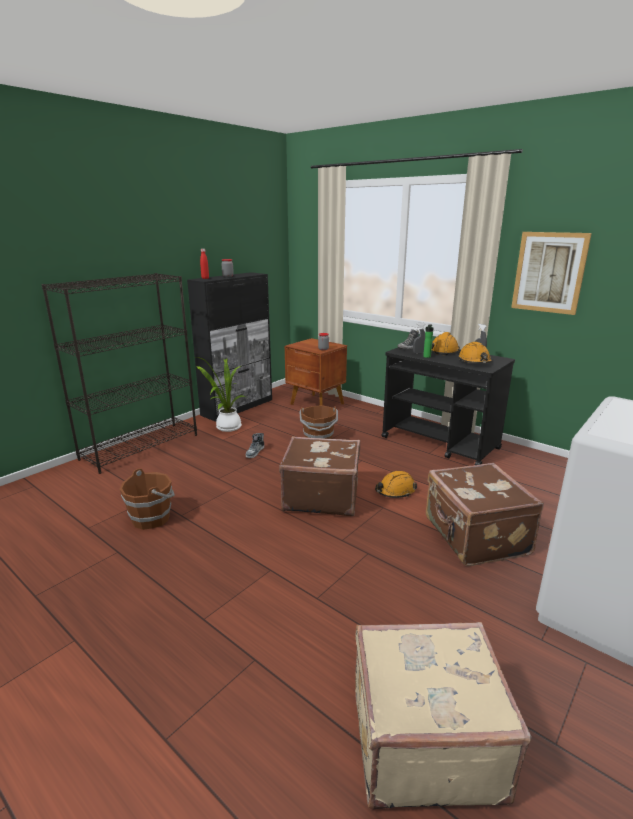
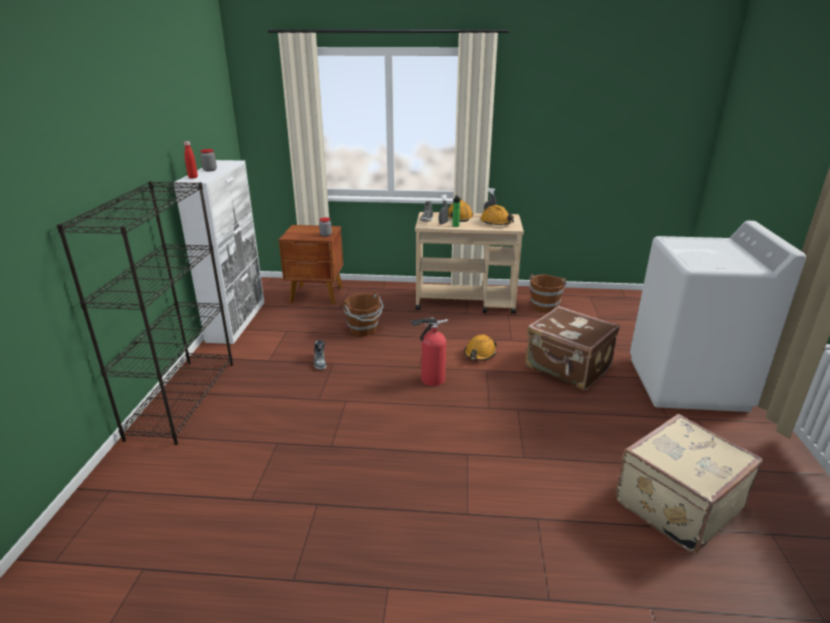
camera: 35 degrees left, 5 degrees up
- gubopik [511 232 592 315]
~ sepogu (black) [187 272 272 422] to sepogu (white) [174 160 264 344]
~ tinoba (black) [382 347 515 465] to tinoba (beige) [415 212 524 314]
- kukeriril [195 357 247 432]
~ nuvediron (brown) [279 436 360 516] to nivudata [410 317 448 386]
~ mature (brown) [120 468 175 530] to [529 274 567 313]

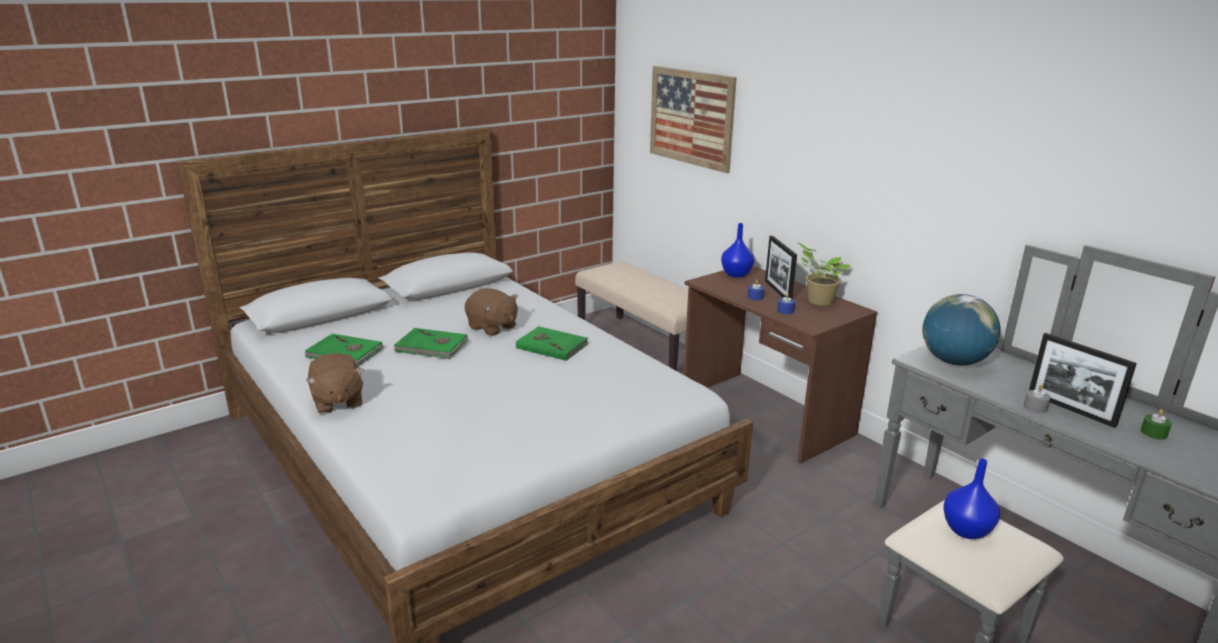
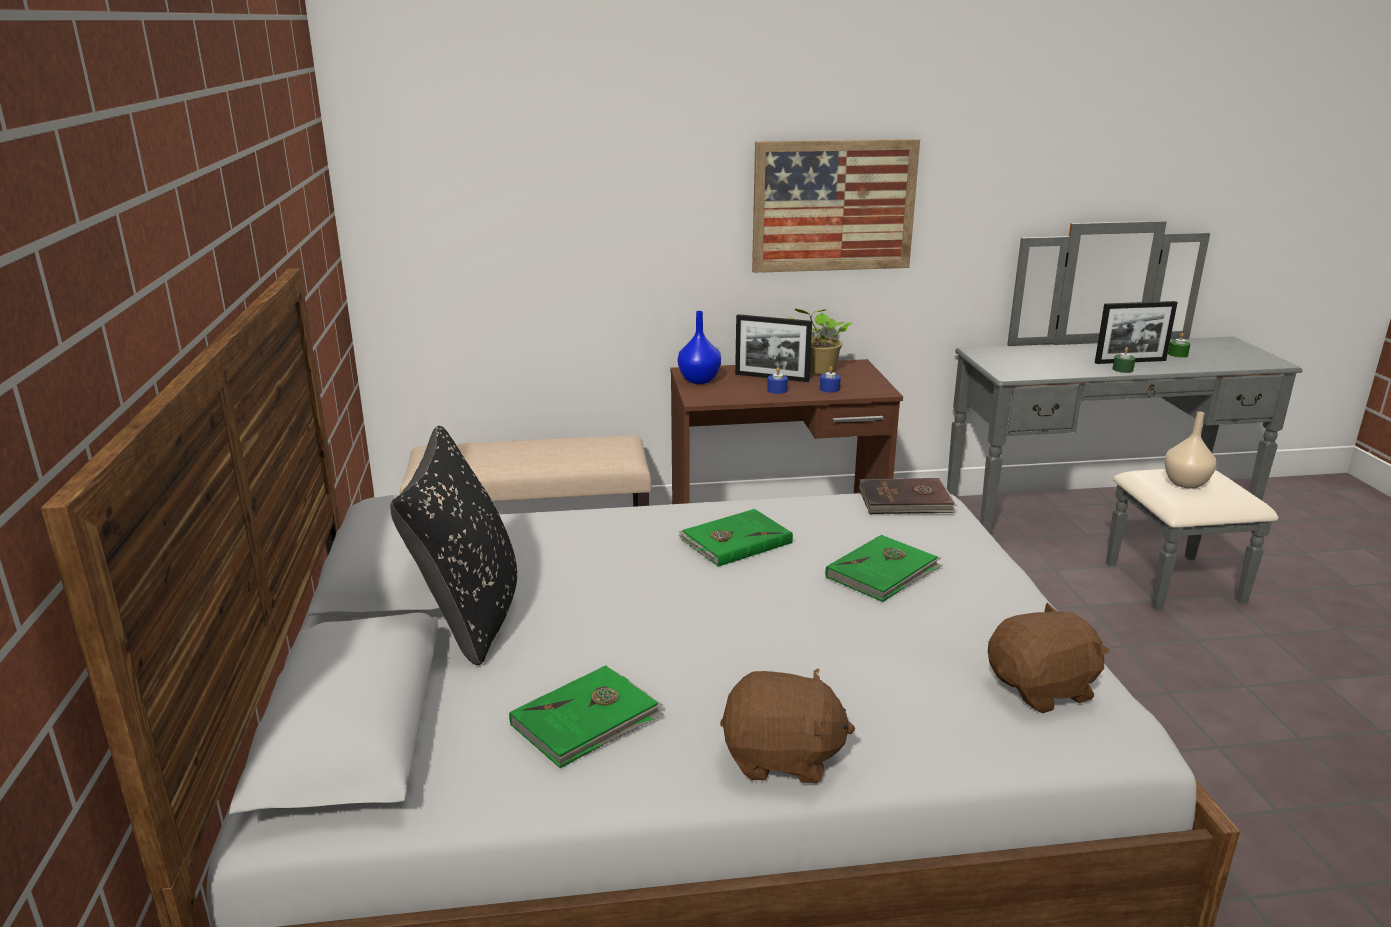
camera: 60 degrees left, 0 degrees up
~ gubopik [650 66 737 173] to [752 139 920 273]
~ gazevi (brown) [465 288 518 336] to [988 602 1109 714]
- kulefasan [922 294 1000 365]
~ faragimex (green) [394 328 468 359] to [825 535 943 602]
~ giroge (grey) [1023 385 1051 413] to giroge (green) [1112 347 1136 373]
~ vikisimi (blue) [943 458 1000 539] to vikisimi (beige) [1164 412 1216 489]
+ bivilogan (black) [390 426 517 665]
+ faragimex (brown) [859 478 957 514]

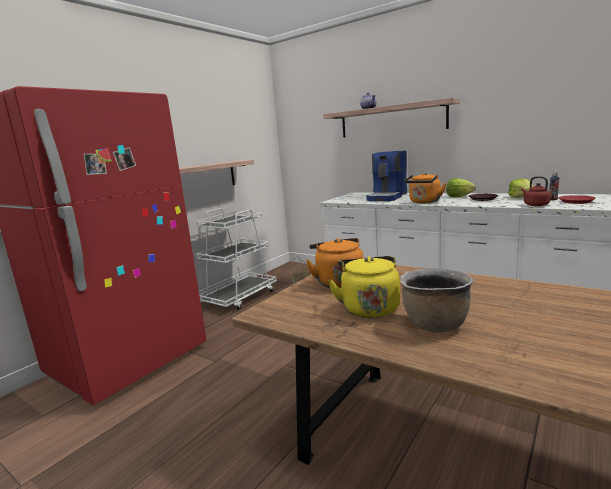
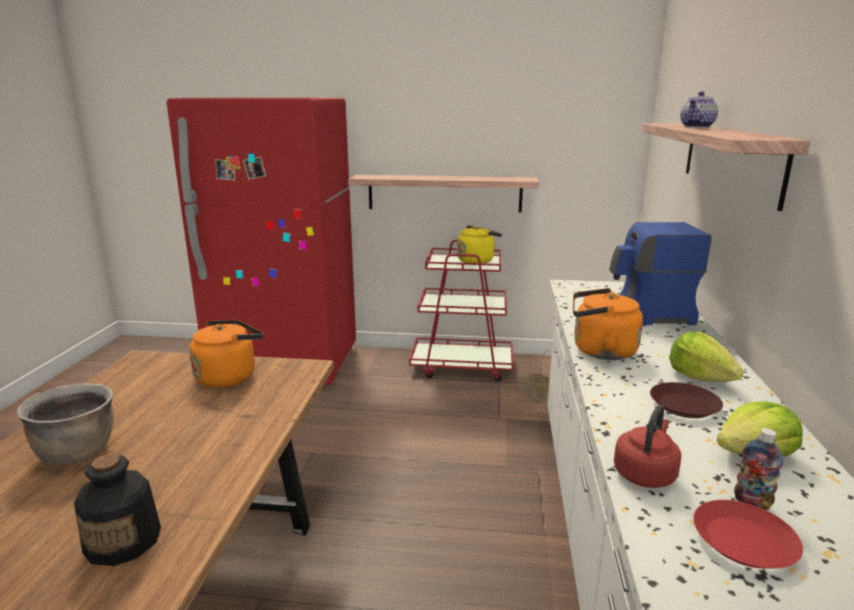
camera: 60 degrees right, 5 degrees up
~ tinoba (white) [196 208 277 310] to tinoba (red) [409 240 514 382]
~ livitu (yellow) [328 256 400 318] to [457 226 502 263]
+ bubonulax [74 454 161 566]

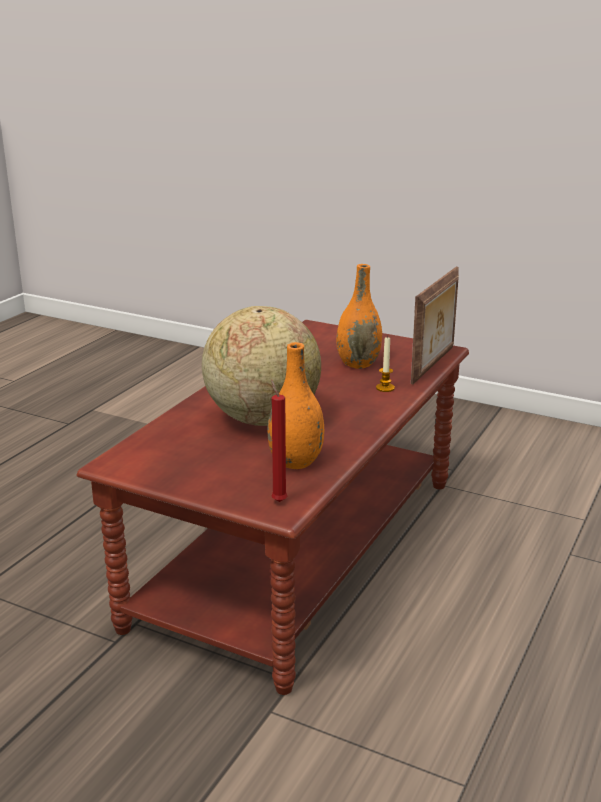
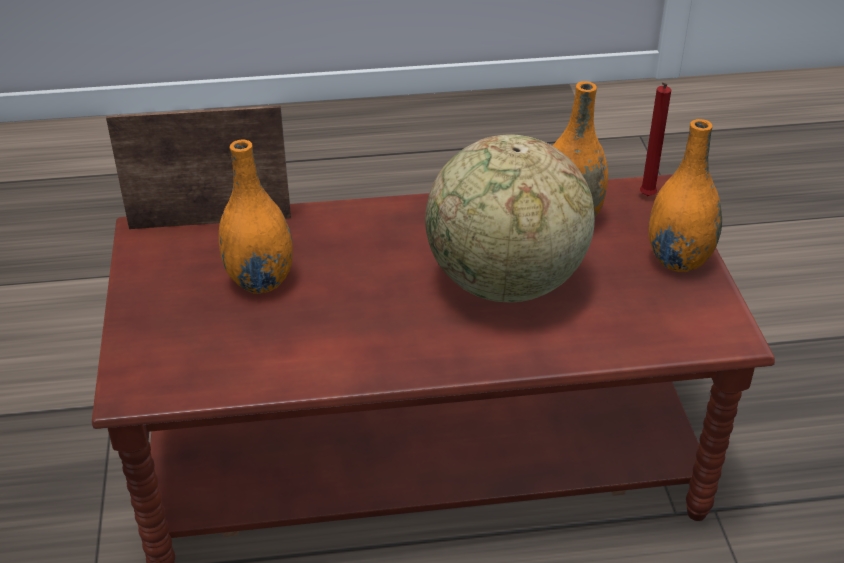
camera: 125 degrees left, 15 degrees up
- giroge [376 336 395 392]
+ vikisimi (orange) [649 119 722 272]

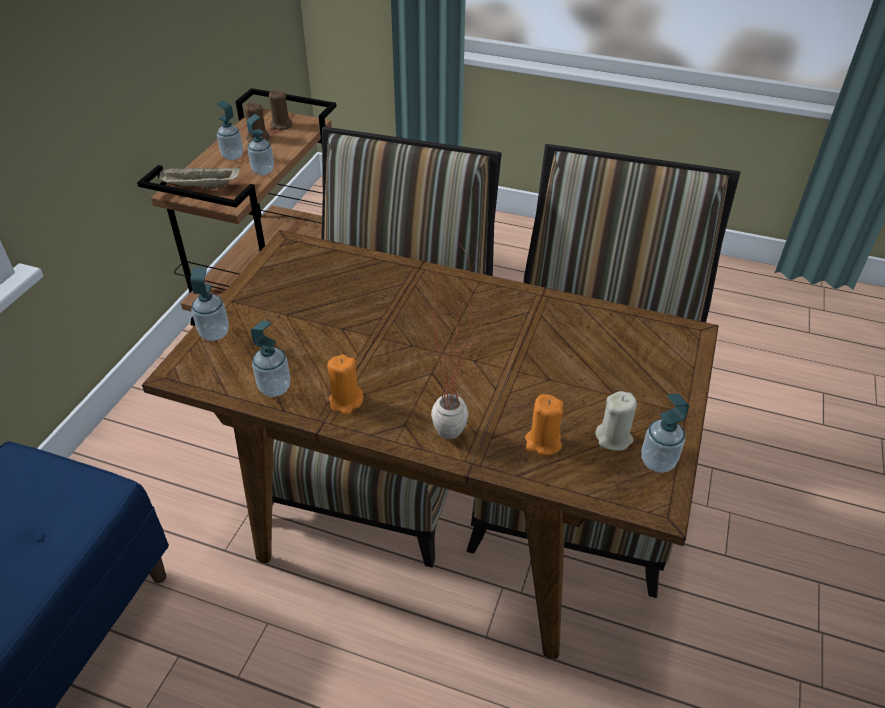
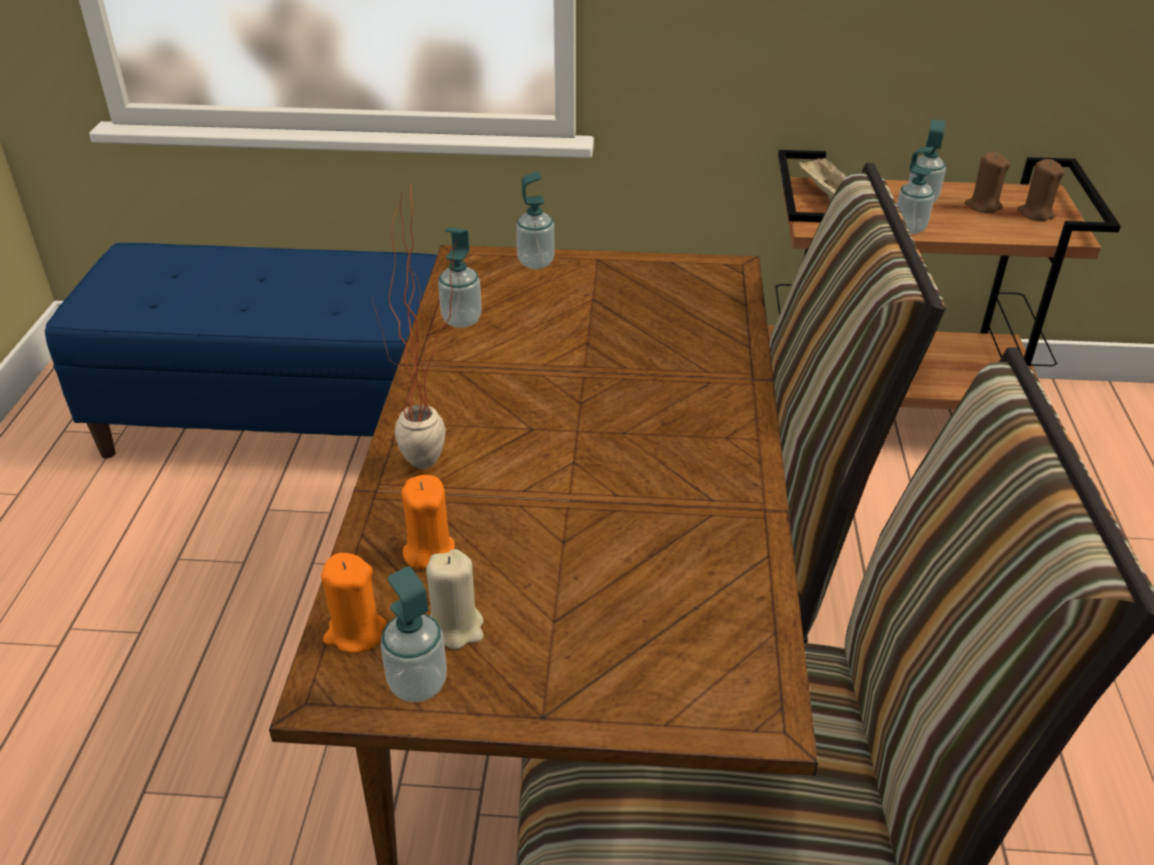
camera: 75 degrees right, 5 degrees down
~ giroge (orange) [327 354 364 415] to [321 553 386 653]

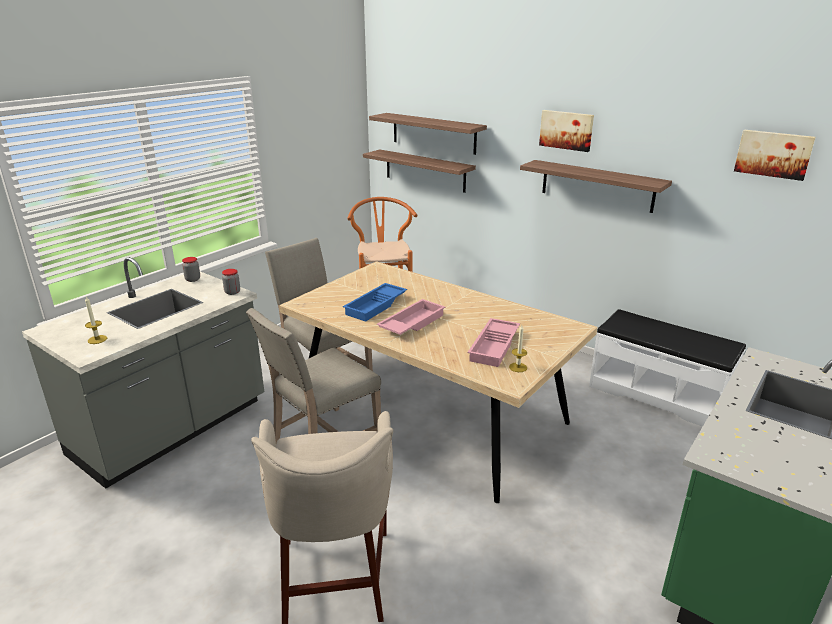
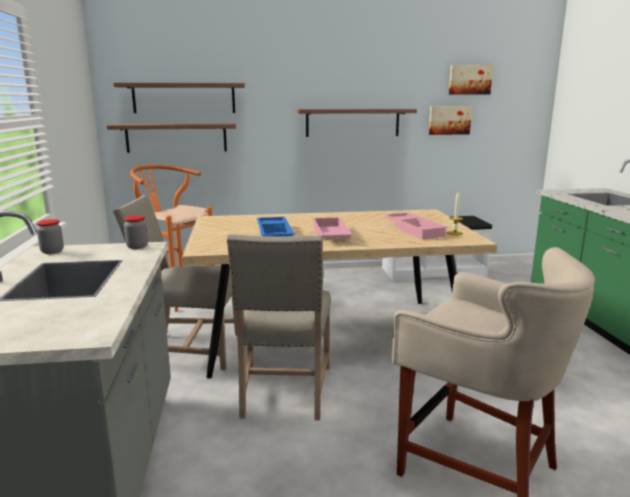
camera: 45 degrees left, 10 degrees down
~ gubopik [539 110 594 152] to [429 106 472 135]
- giroge [85 297 107 344]

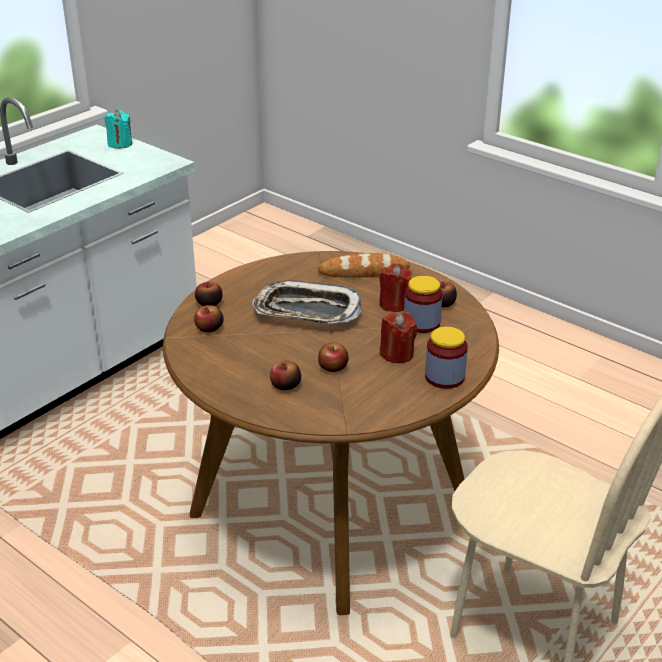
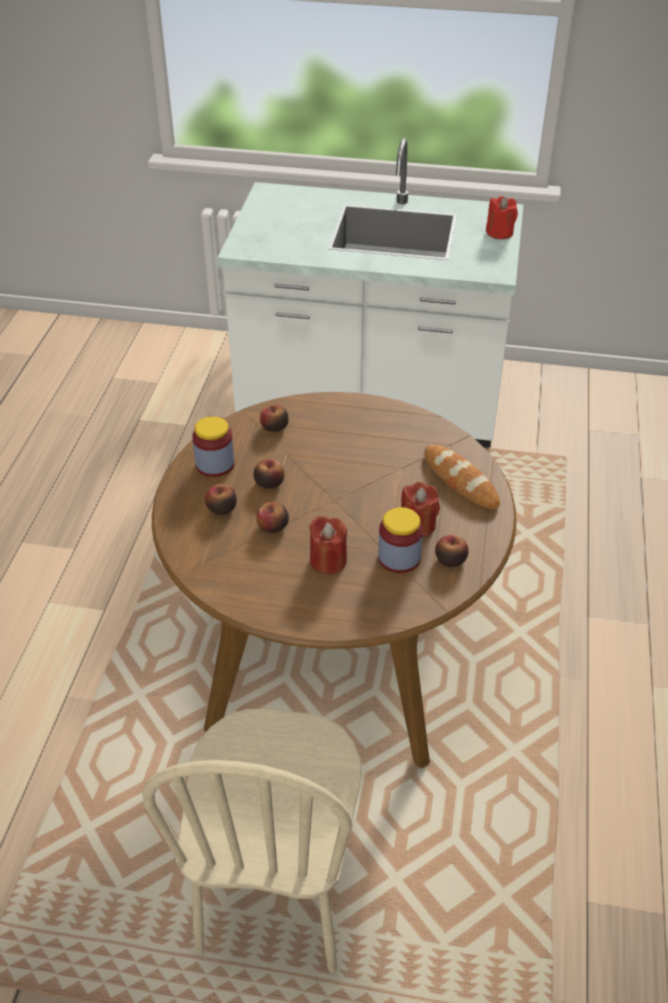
camera: 60 degrees right, 10 degrees up
~ giroge (turquoise) [105 110 132 149] to giroge (red) [486 196 518 239]
- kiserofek [252 280 361 324]
~ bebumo [195 281 223 306] to [253 459 285 489]
~ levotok [425 327 468 389] to [192 416 235 477]

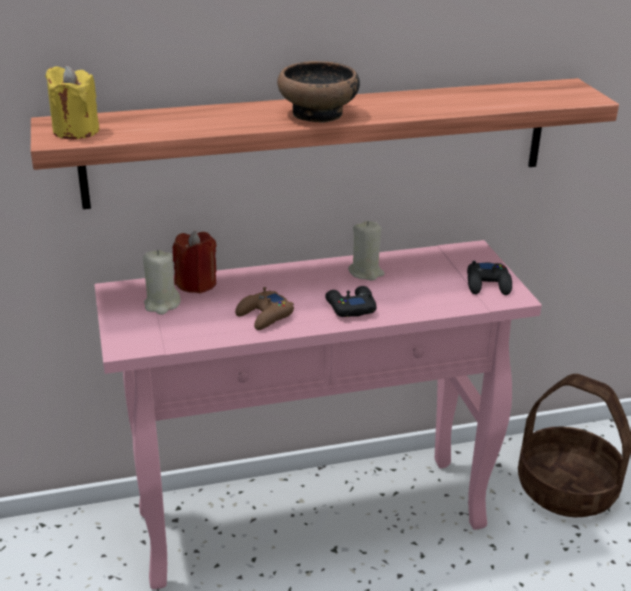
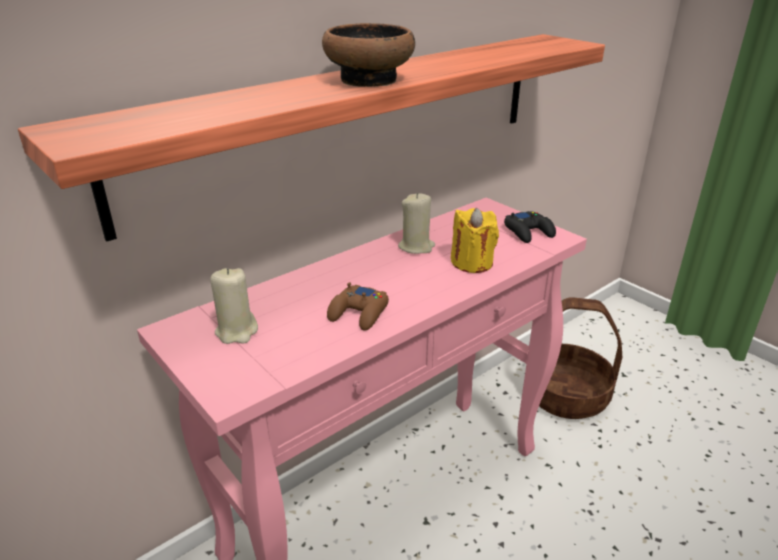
camera: 25 degrees left, 0 degrees up
~ giroge (yellow) [45 65 99 140] to [451 208 499 273]
- giroge (red) [173 231 216 293]
- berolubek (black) [325 286 376 317]

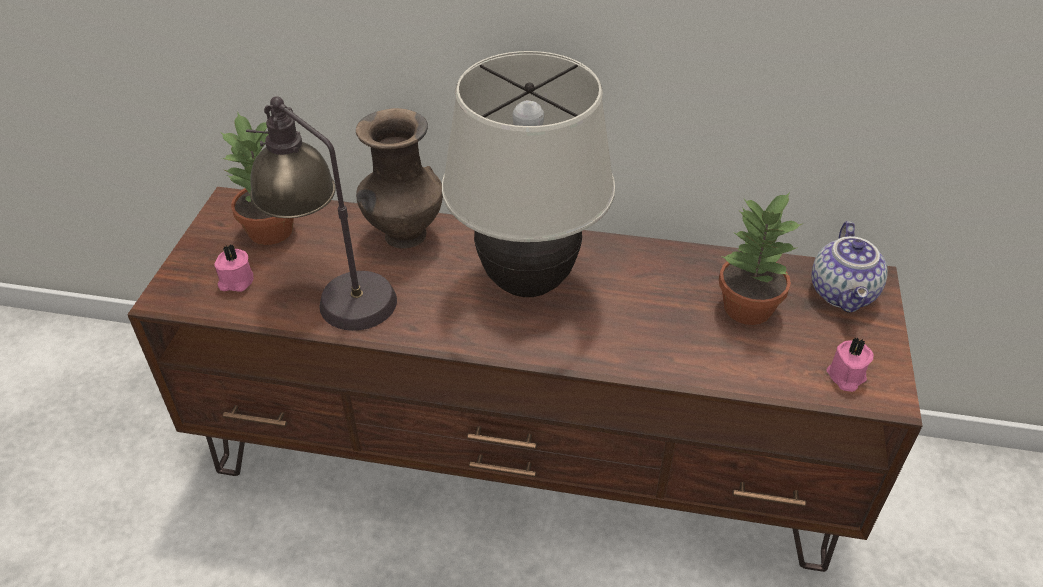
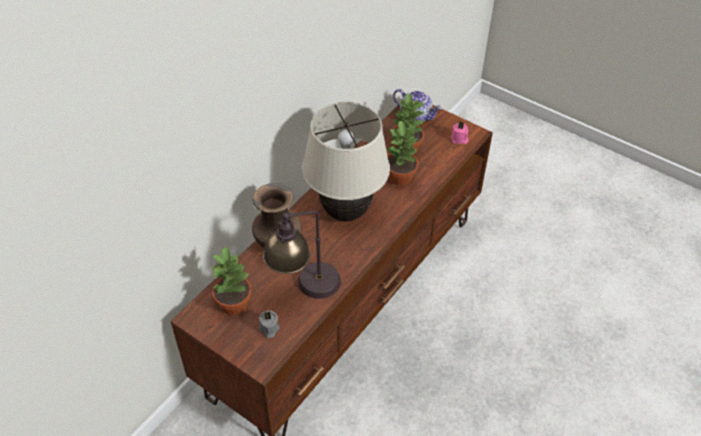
camera: 65 degrees left, 5 degrees up
~ giroge (pink) [214 244 254 292] to giroge (grey) [259 311 280 338]
+ kukeriril [387 120 418 186]

